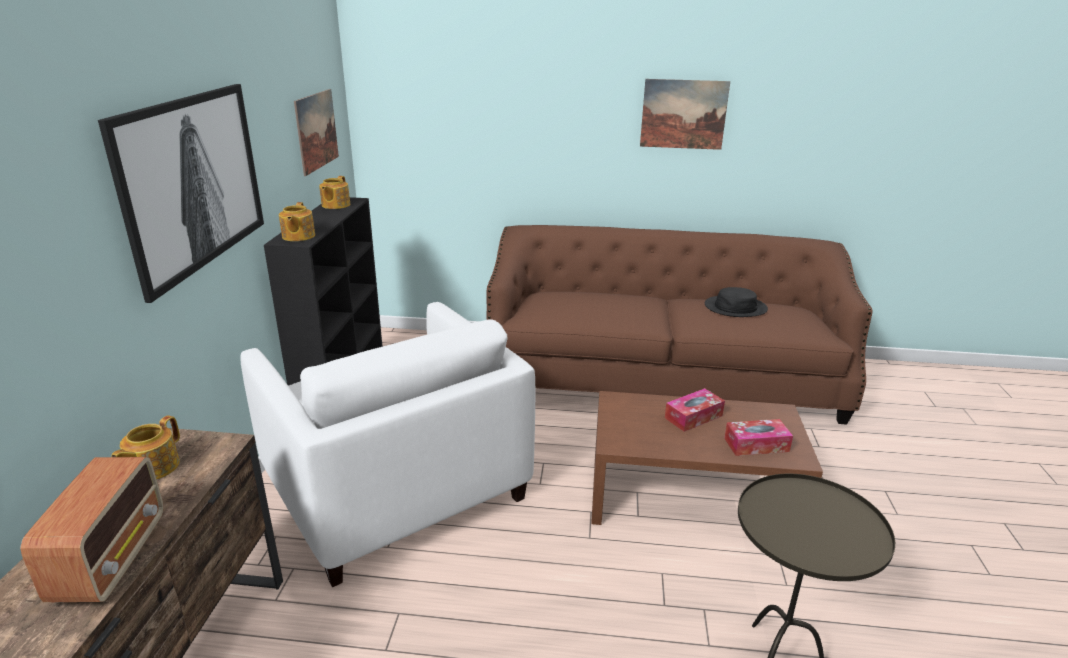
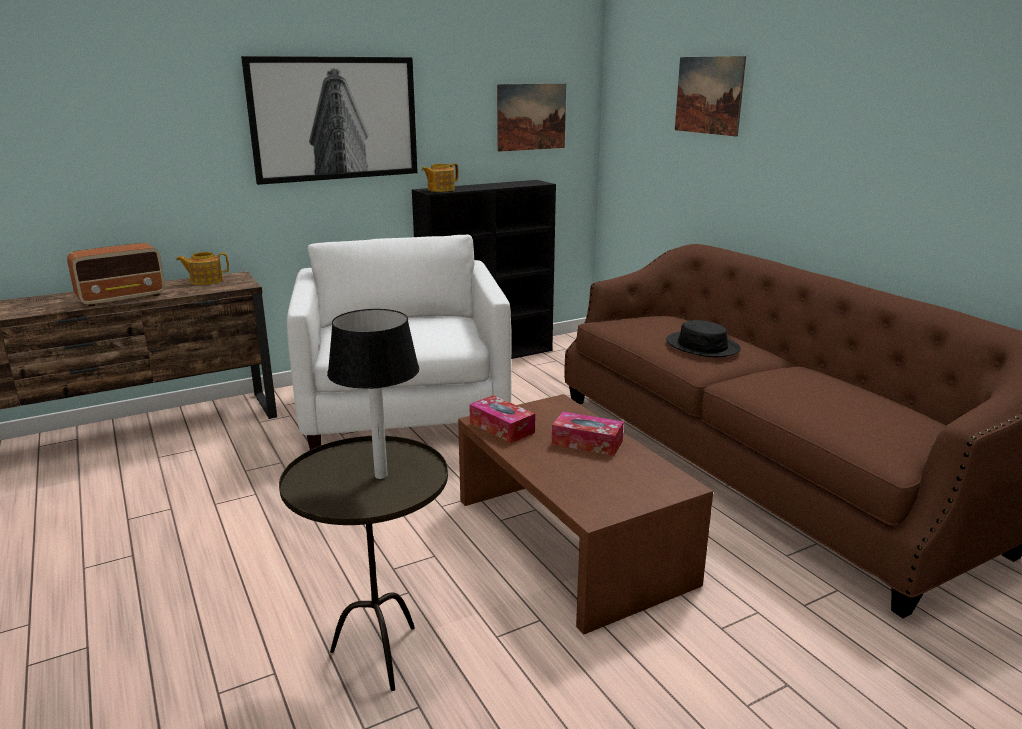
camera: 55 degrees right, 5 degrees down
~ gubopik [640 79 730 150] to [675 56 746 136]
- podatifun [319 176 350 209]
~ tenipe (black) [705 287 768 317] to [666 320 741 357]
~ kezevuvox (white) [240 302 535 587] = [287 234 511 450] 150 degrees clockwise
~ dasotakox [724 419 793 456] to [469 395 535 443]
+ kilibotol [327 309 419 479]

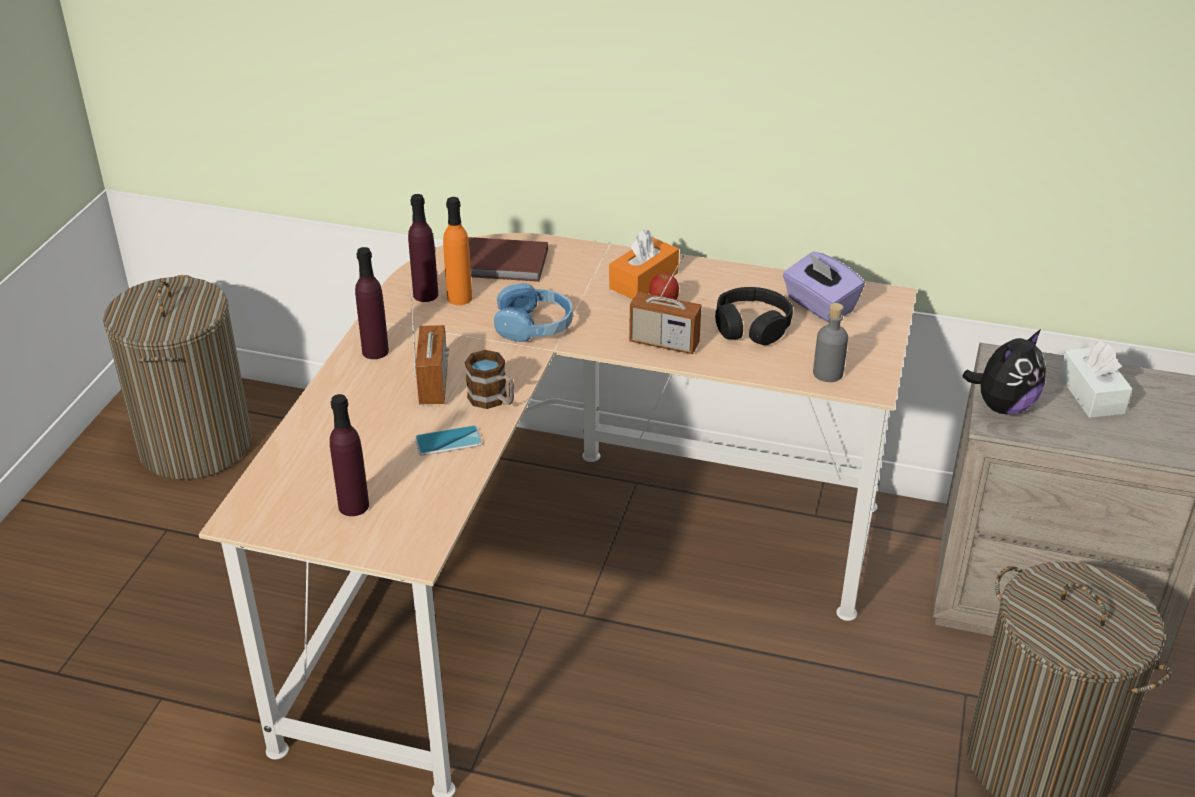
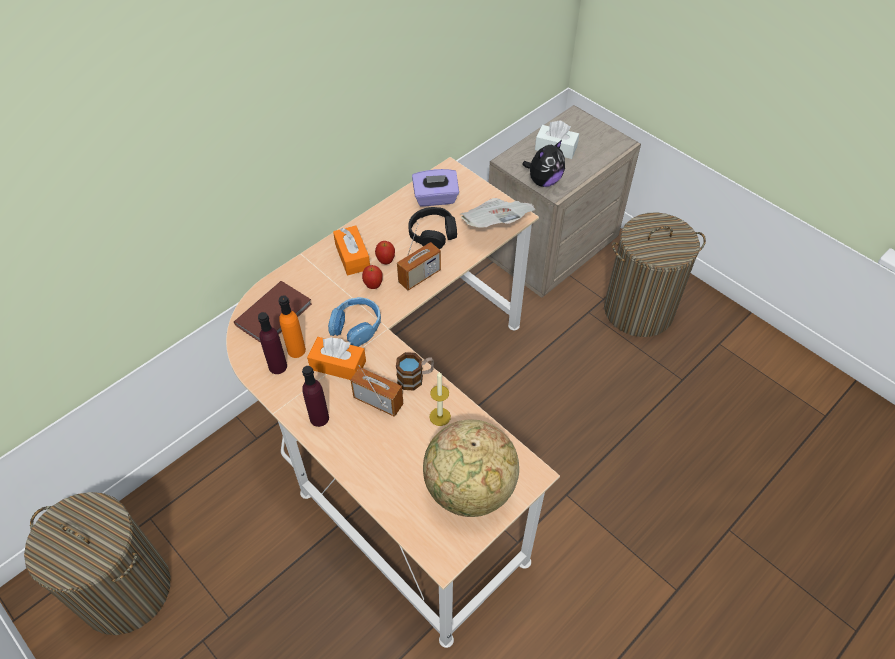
camera: 60 degrees left, 15 degrees up
~ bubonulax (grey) [813 303 848 382] to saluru [461 198 535 228]
~ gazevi [962 329 1046 415] = [522 140 565 187] 60 degrees clockwise
~ bubonulax (purple) [330 394 369 516] to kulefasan [423 419 519 517]
~ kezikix [415 425 482 456] to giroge [430 371 451 426]
+ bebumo [362 265 383 289]
+ dasotakox (orange) [307 337 366 380]

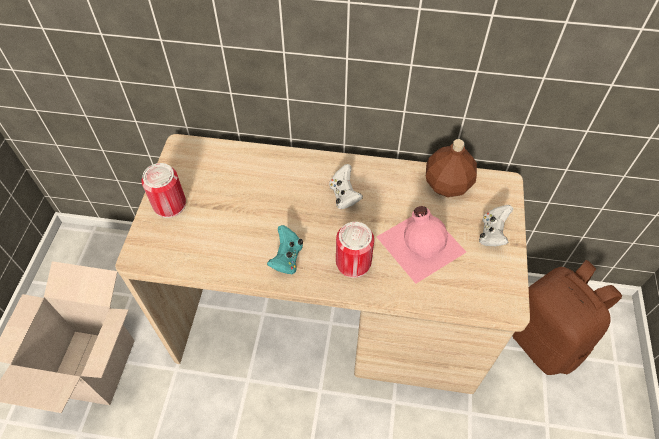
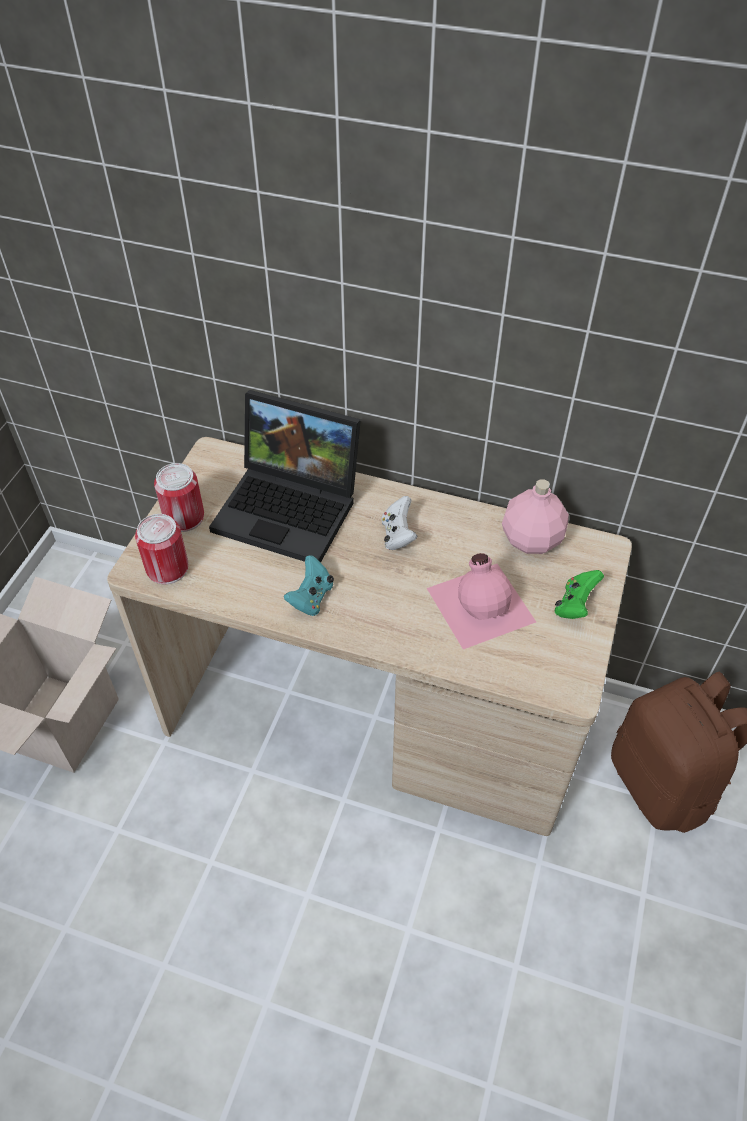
camera: 10 degrees right, 5 degrees down
~ bubonulax (brown) [426 139 477 197] to bubonulax (pink) [502 479 569 554]
~ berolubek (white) [479 205 513 246] to berolubek (green) [555 570 604 619]
~ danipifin [336 222 374 278] to [135 514 188 585]
+ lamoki [209 390 361 563]

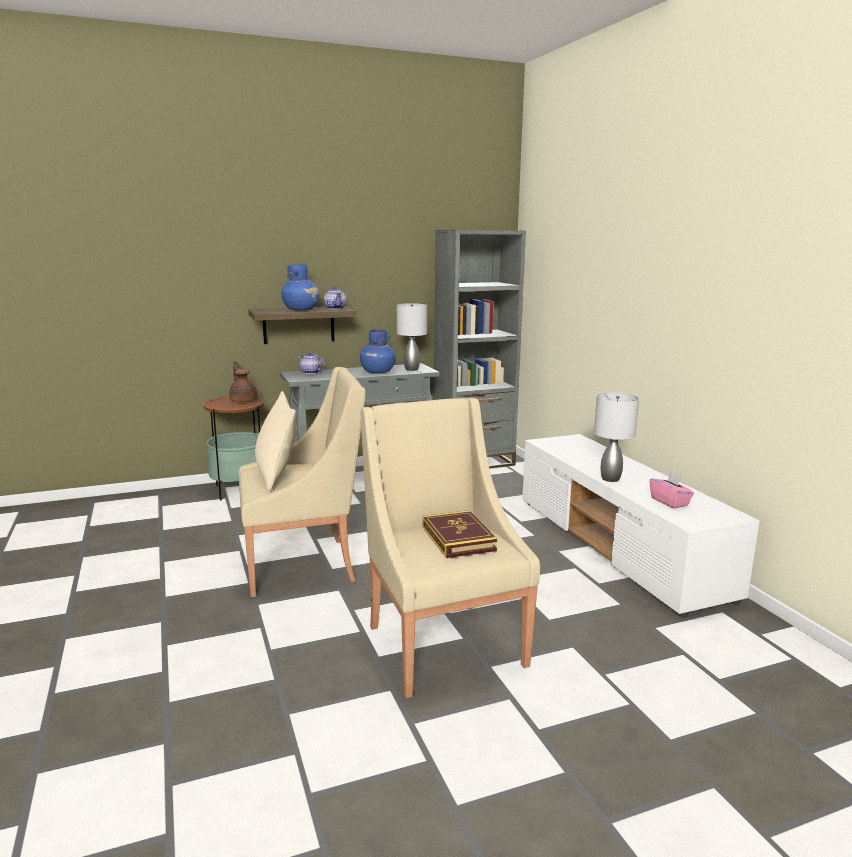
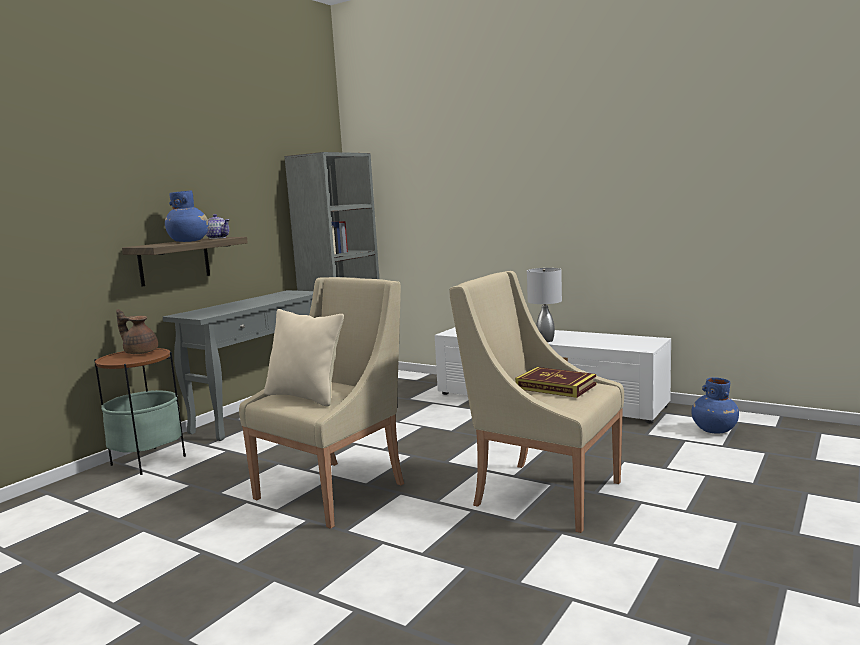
camera: 35 degrees left, 5 degrees down
- kilibotol (grey) [397 303 427 371]
~ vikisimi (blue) [360 329 396 373] to [691 377 739 433]
- podatifun [297 351 325 374]
- dasotakox (pink) [649 471 694 509]

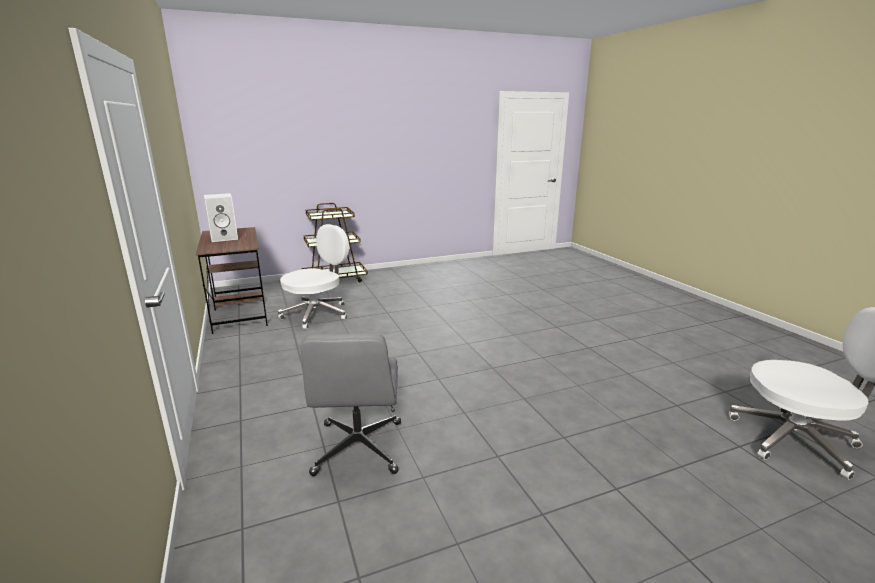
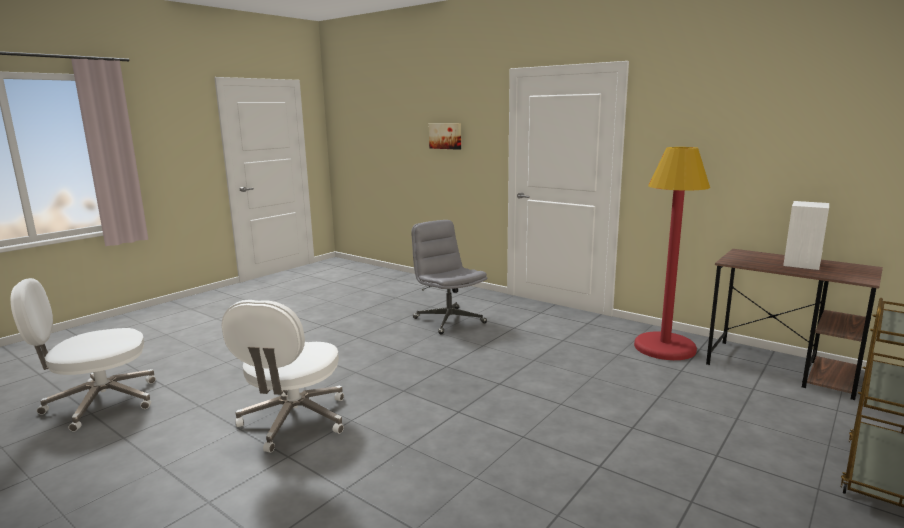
camera: 150 degrees right, 5 degrees down
~ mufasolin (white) [278 224 349 329] to [222 300 344 453]
+ gubopik [429 123 461 150]
+ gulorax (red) [634 147 710 360]

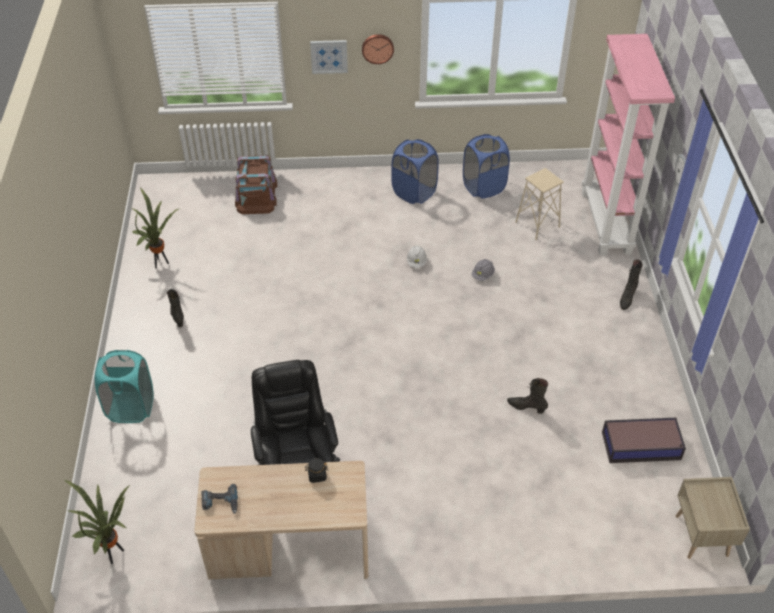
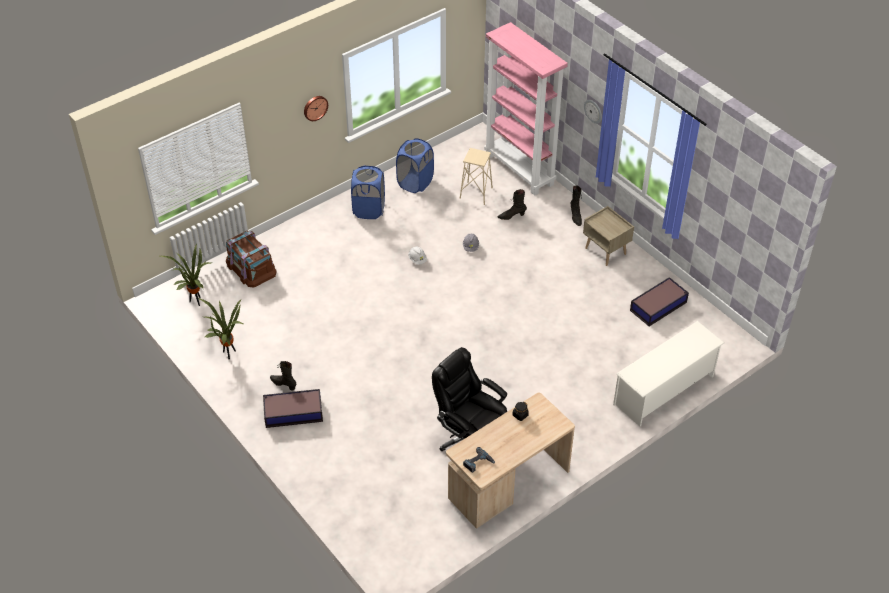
camera: 35 degrees left, 0 degrees up
- gubopik [310 40 348 74]
- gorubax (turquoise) [95 350 154 423]
~ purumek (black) [507 378 548 414] to [498 189 527 220]
~ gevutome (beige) [676 477 750 559] to [583 206 634 266]
~ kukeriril [65 480 130 564] to [160 244 211 306]
+ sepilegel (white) [613 321 724 426]
+ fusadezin [263 389 323 428]

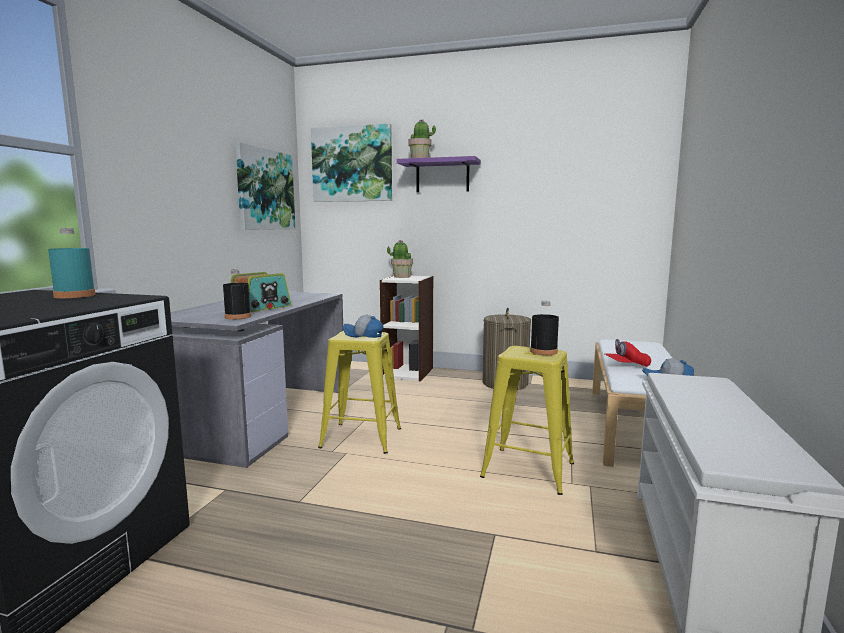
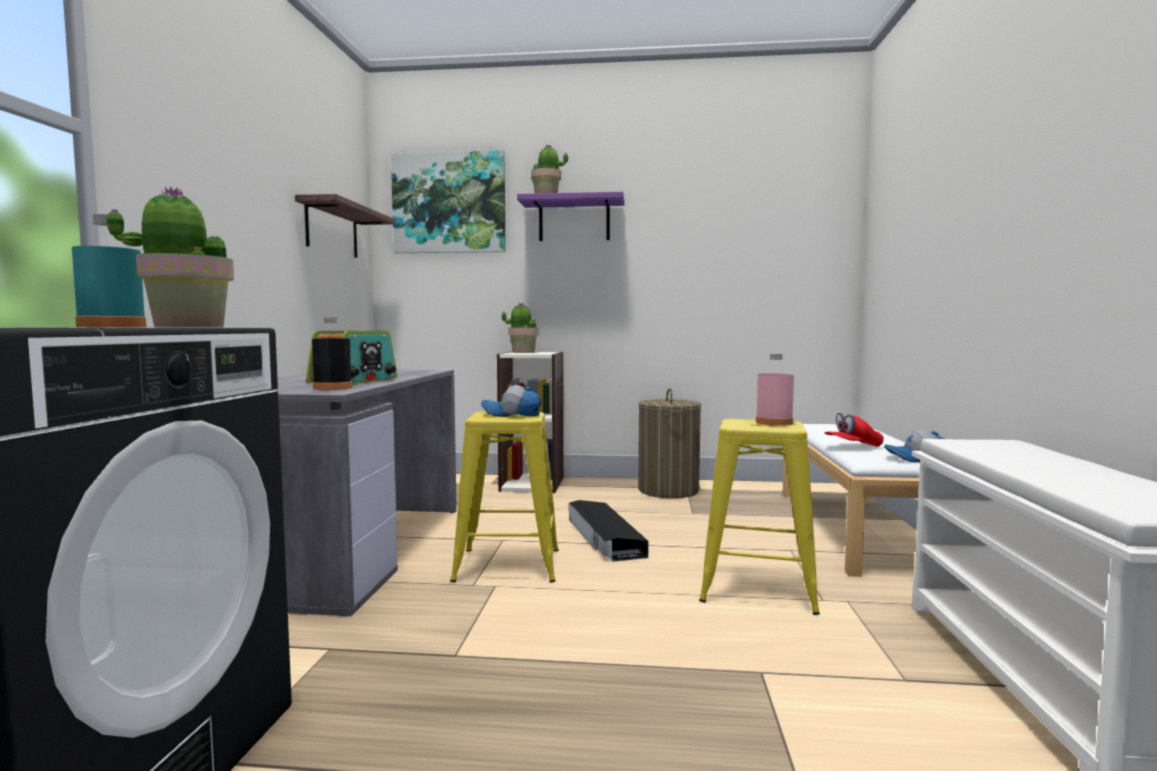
camera: 10 degrees left, 5 degrees down
~ gubopik [235 142 295 230] to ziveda [295 194 395 258]
~ bubonulax (black) [530 301 559 355] to bubonulax (pink) [756 354 794 426]
+ kukeriril [107 186 234 327]
+ fusadezin (black) [569 500 649 562]

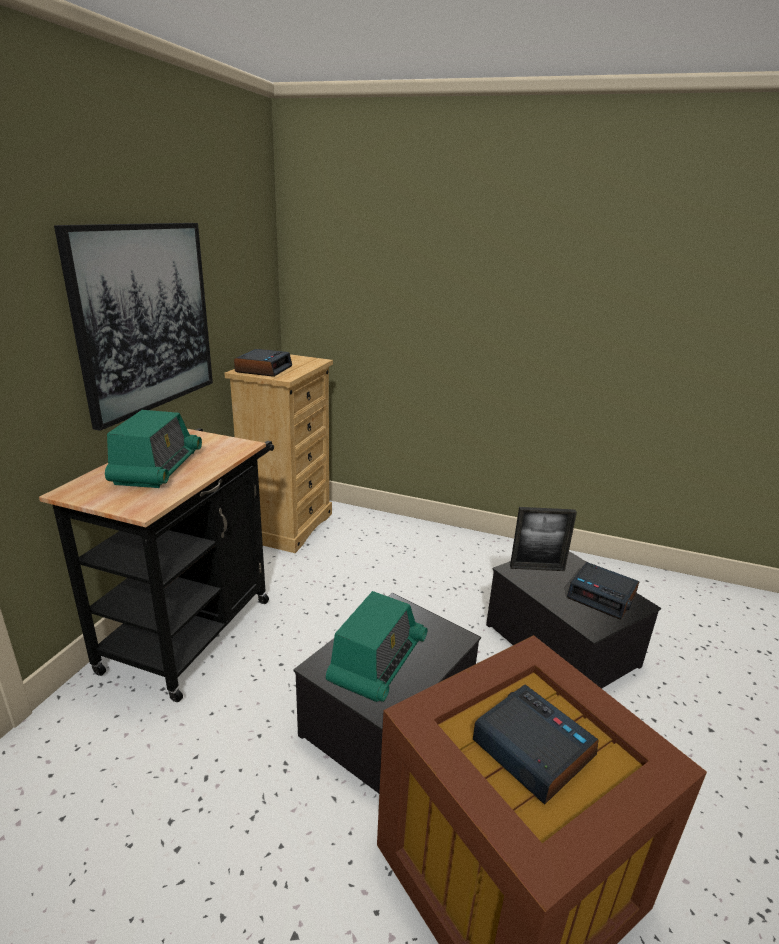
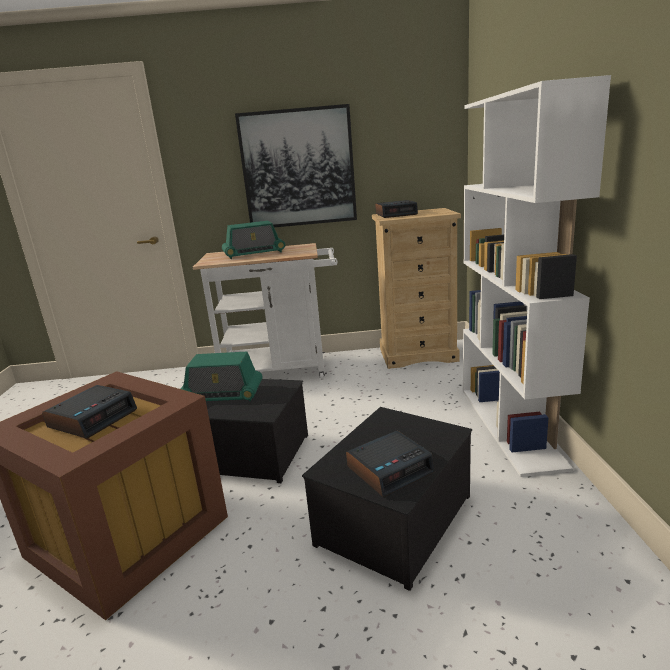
camera: 70 degrees right, 5 degrees down
~ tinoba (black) [39 428 274 702] to tinoba (white) [193 243 338 380]
- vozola [510 507 577 571]
~ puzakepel [567 562 639 619] = [346 430 435 497] 135 degrees counterclockwise
+ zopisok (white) [463 75 611 477]

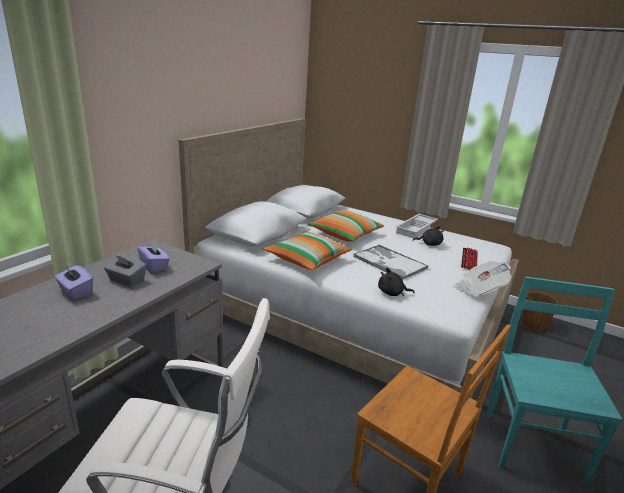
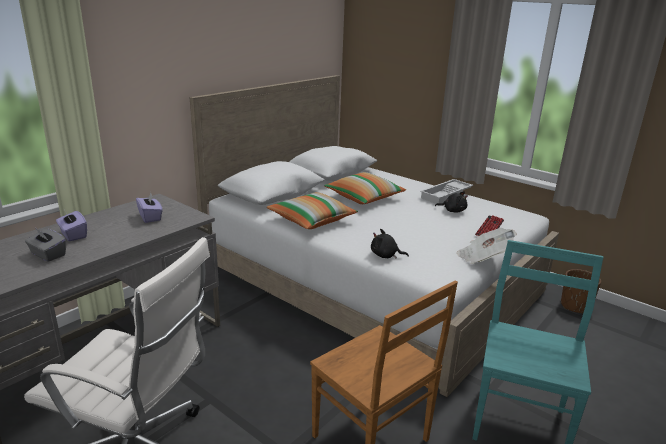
camera: 10 degrees right, 0 degrees up
- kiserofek [353 245 428 280]
~ dasotakox (grey) [104 255 146 287] to [25 229 66 262]

